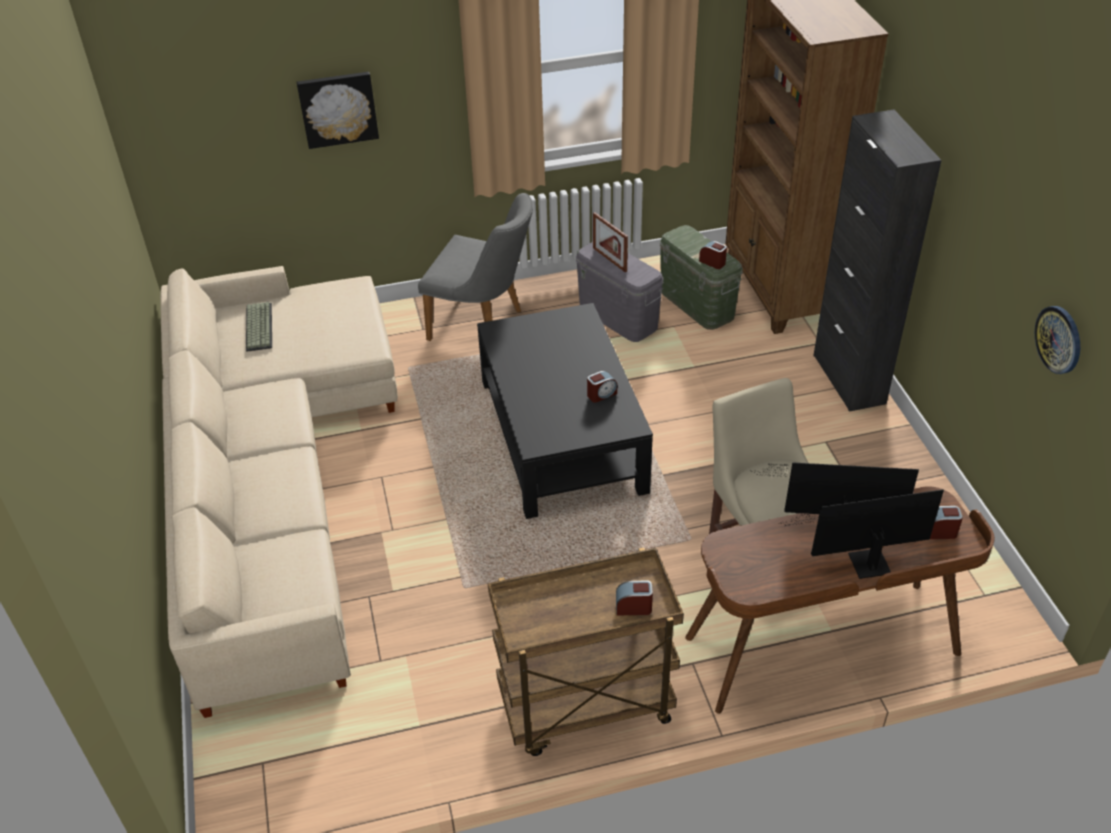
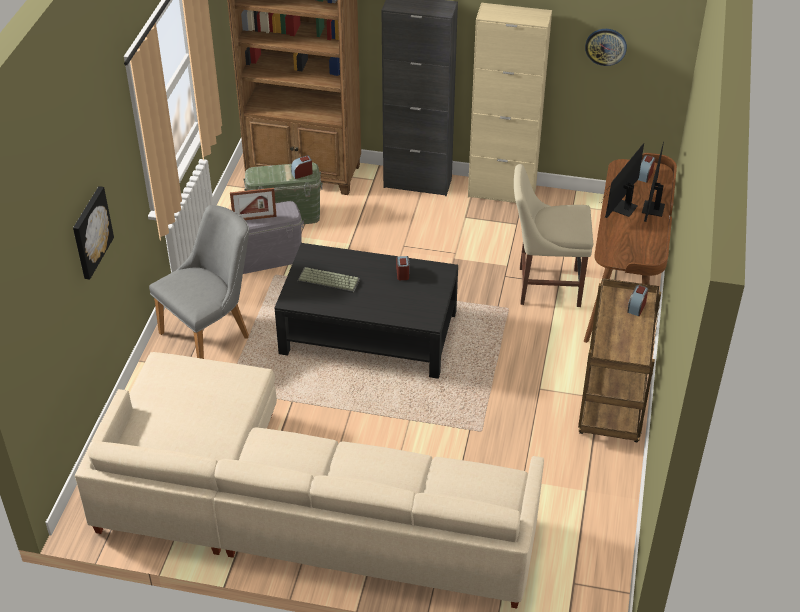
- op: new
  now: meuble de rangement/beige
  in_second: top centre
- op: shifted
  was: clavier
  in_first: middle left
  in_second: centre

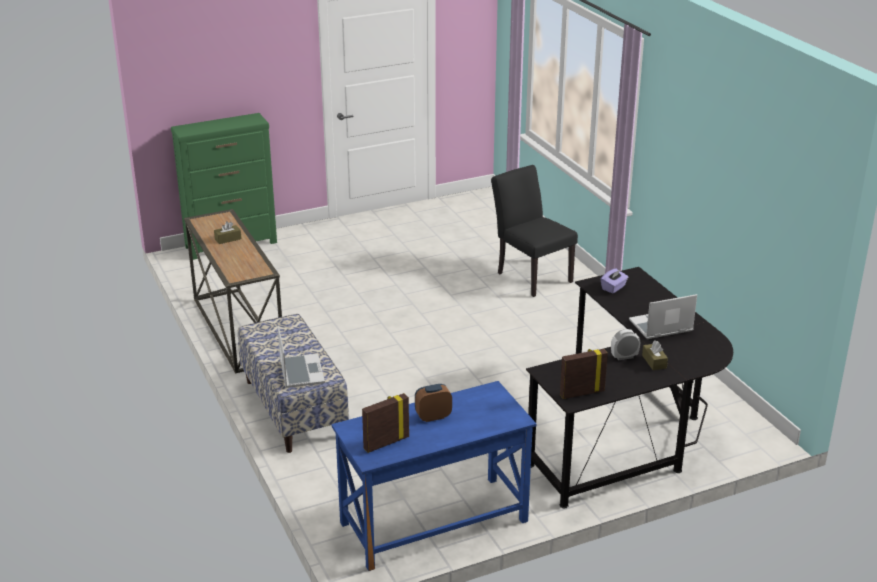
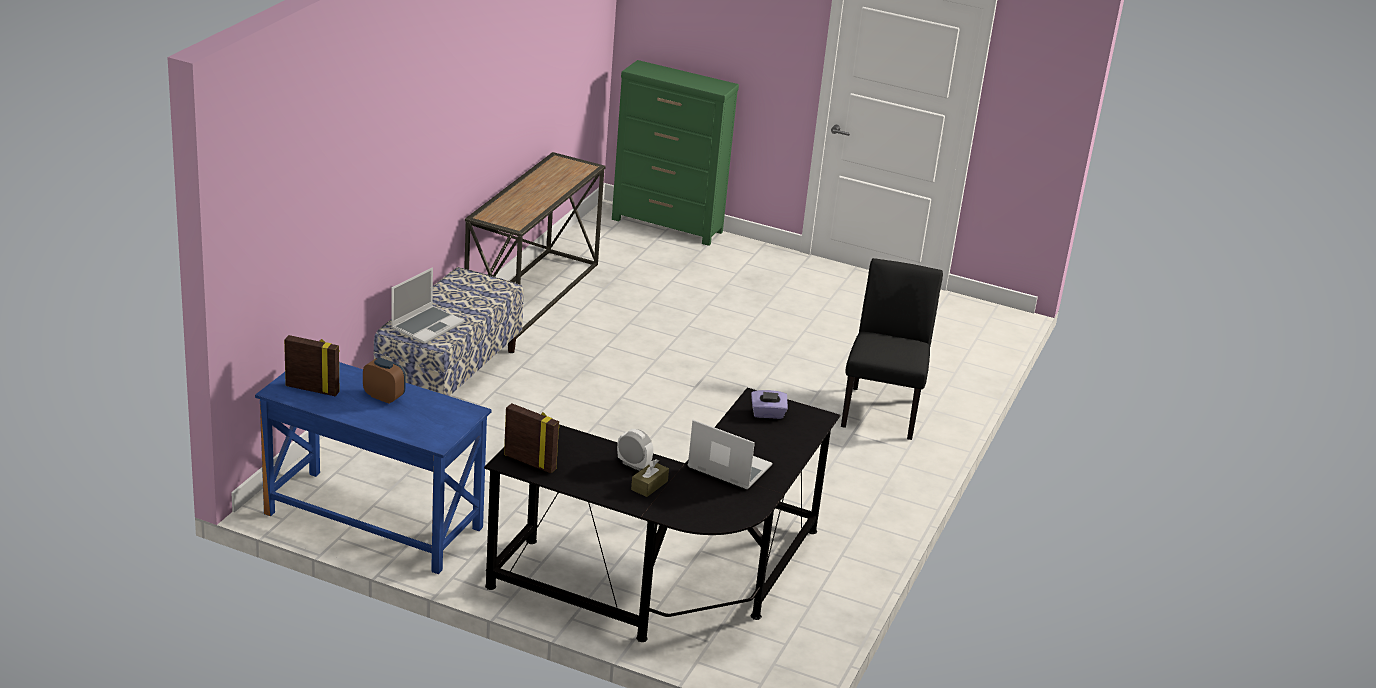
- op: gone
  was: boîte à mouchoirs/marron (no. 1 from left)
  in_first: middle left

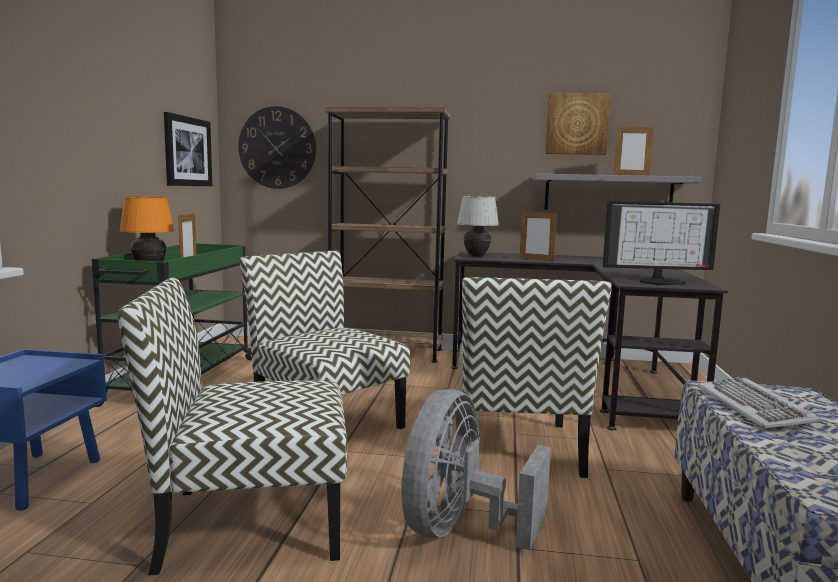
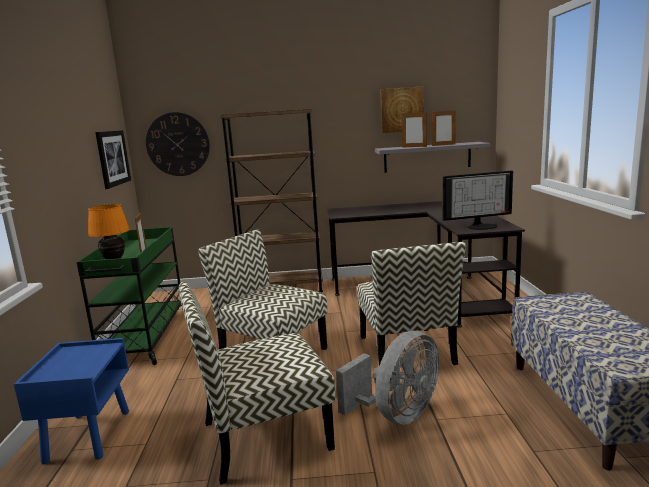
- op: gone
  was: lampe de table/blanc
  in_first: centre
- op: gone
  was: clavier
  in_first: bottom right
- op: shifted
  was: cadre photo (no. 2 from left)
  in_first: centre
  in_second: top centre
- op: rotated
  was: ventilateur/gris
  in_first: bottom centre
  in_second: bottom centre
  clockwise: -150

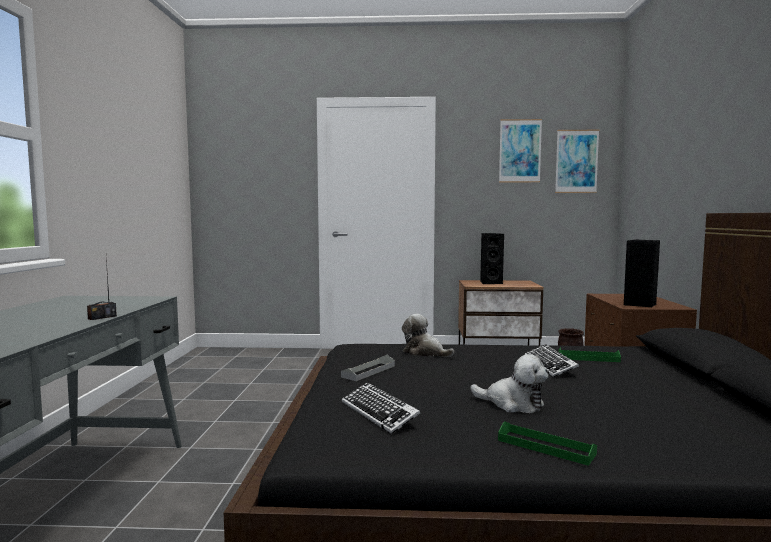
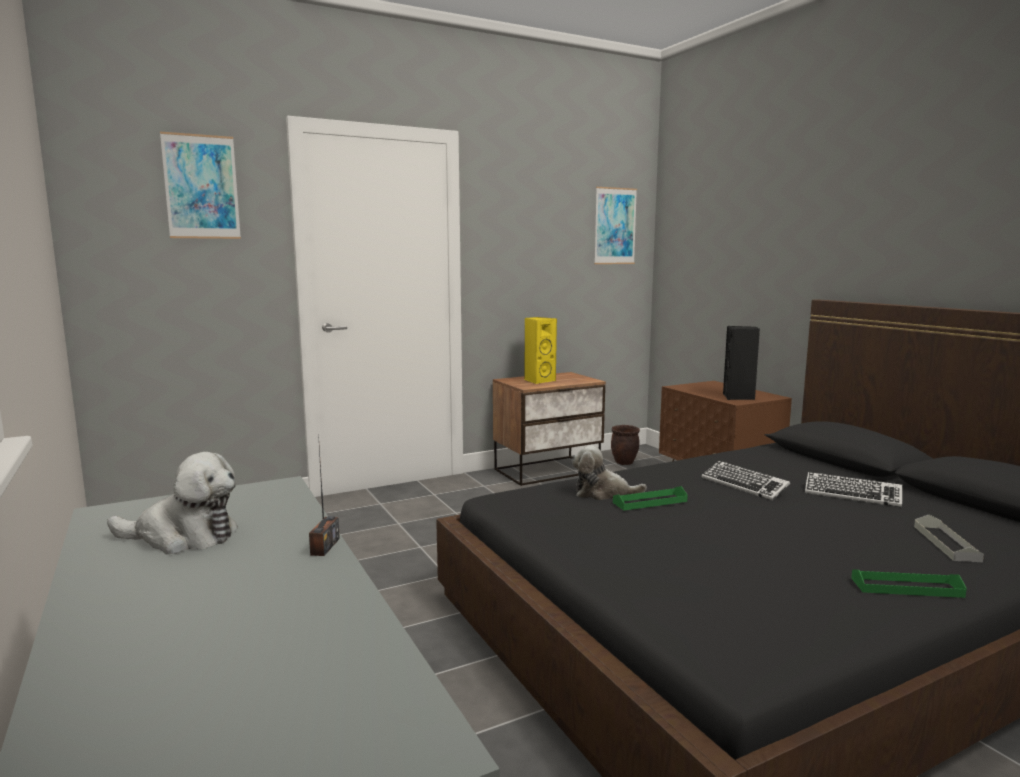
- op: shifted
  was: plateau/gris
  in_first: bottom centre
  in_second: bottom right
- op: shifted
  was: clavier (no. 1 from left in the first image)
  now: clavier (no. 2 from left)
  in_first: bottom centre
  in_second: middle right
- op: shifted
  was: peluche (no. 2 from left in the first image)
  now: peluche (no. 1 from left)
  in_first: bottom centre
  in_second: middle left
- op: shifted
  was: tableau (no. 1 from left)
  in_first: top right
  in_second: top left
- op: shifted
  was: plateau/vert (no. 2 from left in the first image)
  now: plateau/vert (no. 1 from left)
  in_first: middle right
  in_second: centre
- op: repainted
  was: enceinte/noir (no. 1 from left)
  now: enceinte/jaune
  in_first: centre
  in_second: centre

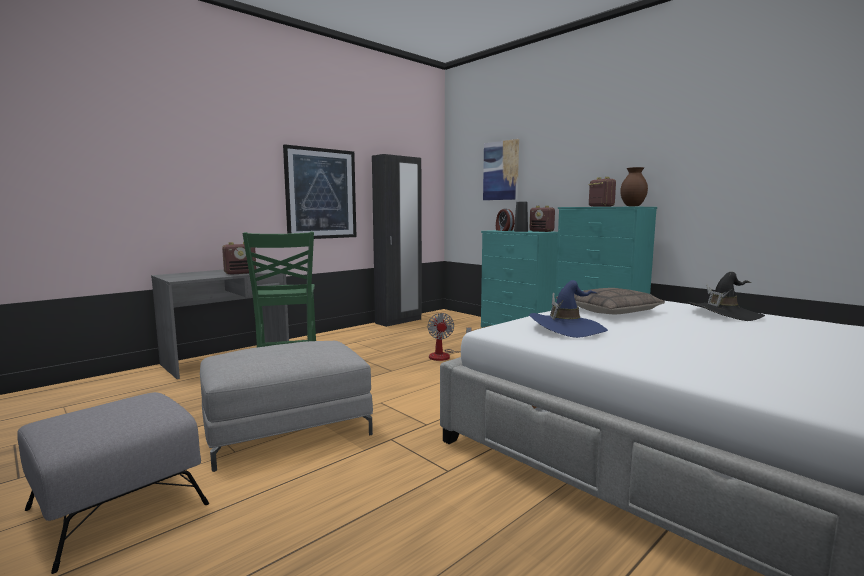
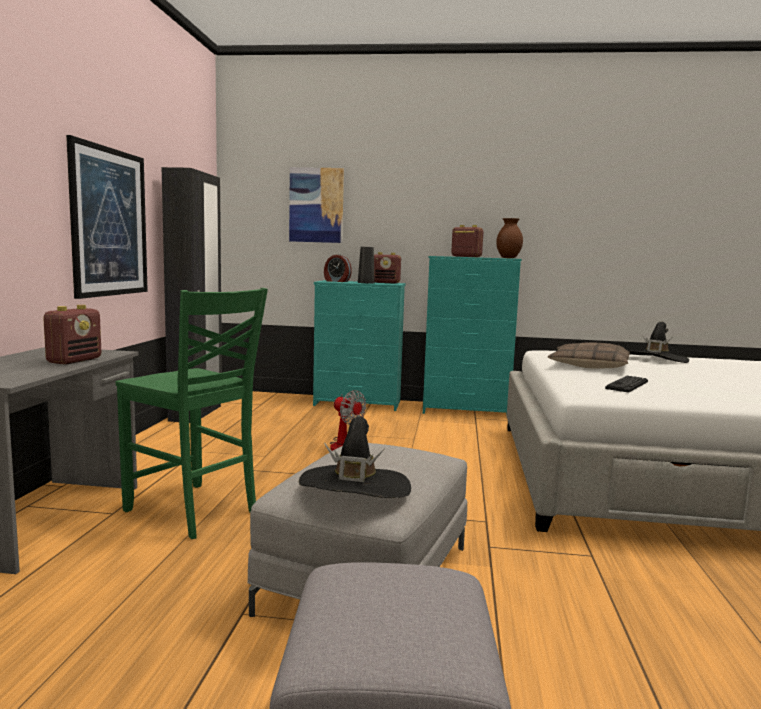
- op: new
  now: chapeau/noir (no. 1 from left)
  in_second: centre
- op: swapped
  was: chapeau/bleu
  now: clavier
  in_first: centre
  in_second: middle right

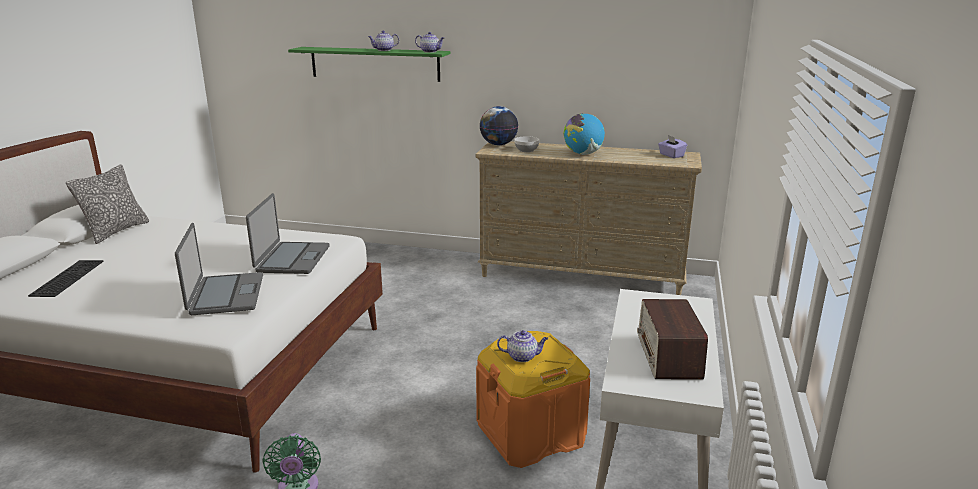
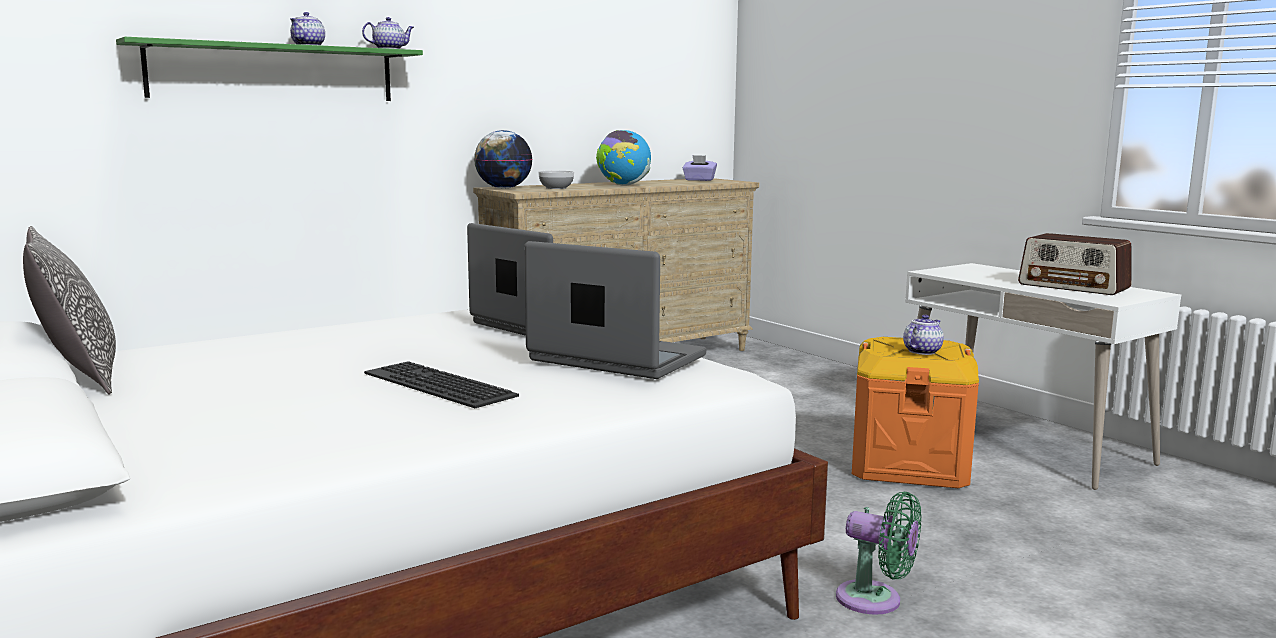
- op: shifted
  was: clavier
  in_first: middle left
  in_second: centre

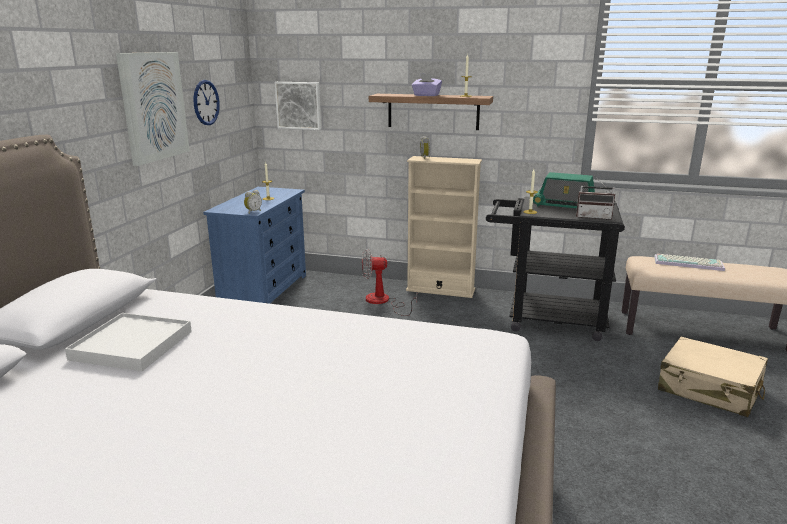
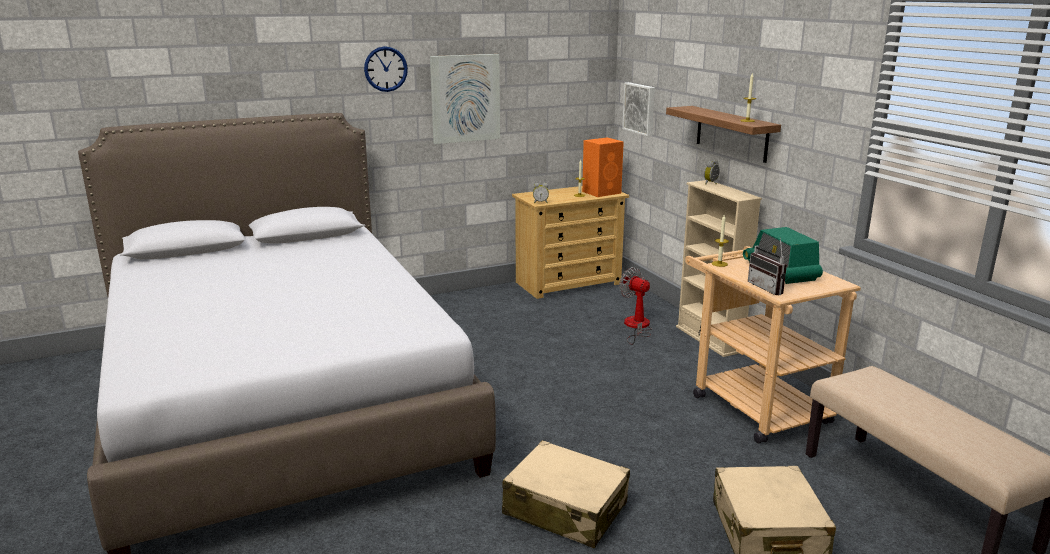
- op: gone
  was: plateau/blanc
  in_first: middle left
- op: gone
  was: boîte à mouchoirs/violet
  in_first: top centre
- op: gone
  was: clavier
  in_first: middle right
- op: new
  now: valise/beige (no. 1 from left)
  in_second: bottom centre
- op: new
  now: enceinte/orange
  in_second: top centre
- op: shifted
  was: horloge murale
  in_first: top left
  in_second: top centre
- op: repainted
  was: commode/bleu
  now: commode/beige
  in_first: middle left
  in_second: centre
- op: repainted
  was: chariot/noir
  now: chariot/beige
  in_first: middle right
  in_second: middle right

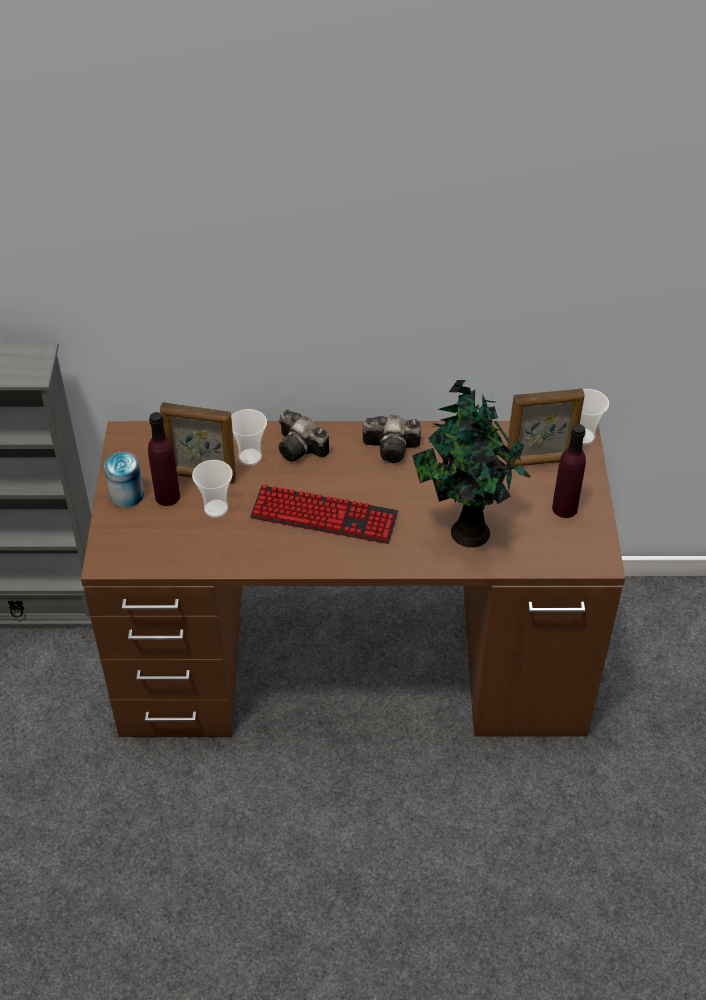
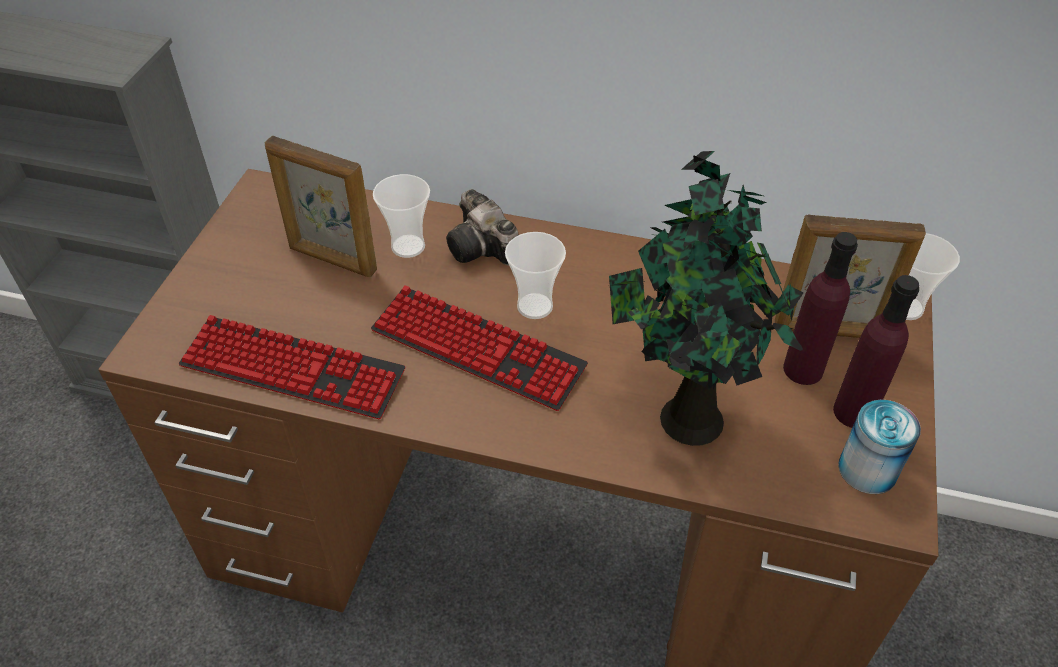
- op: gone
  was: appareil photo (no. 2 from left)
  in_first: centre
- op: new
  now: clavier (no. 1 from left)
  in_second: middle left
- op: shifted
  was: boîte métallique
  in_first: middle left
  in_second: bottom right
- op: shifted
  was: bouteille/violet (no. 1 from left)
  in_first: middle left
  in_second: middle right
- op: shifted
  was: tasse (no. 1 from left in the first image)
  now: tasse (no. 2 from left)
  in_first: middle left
  in_second: centre

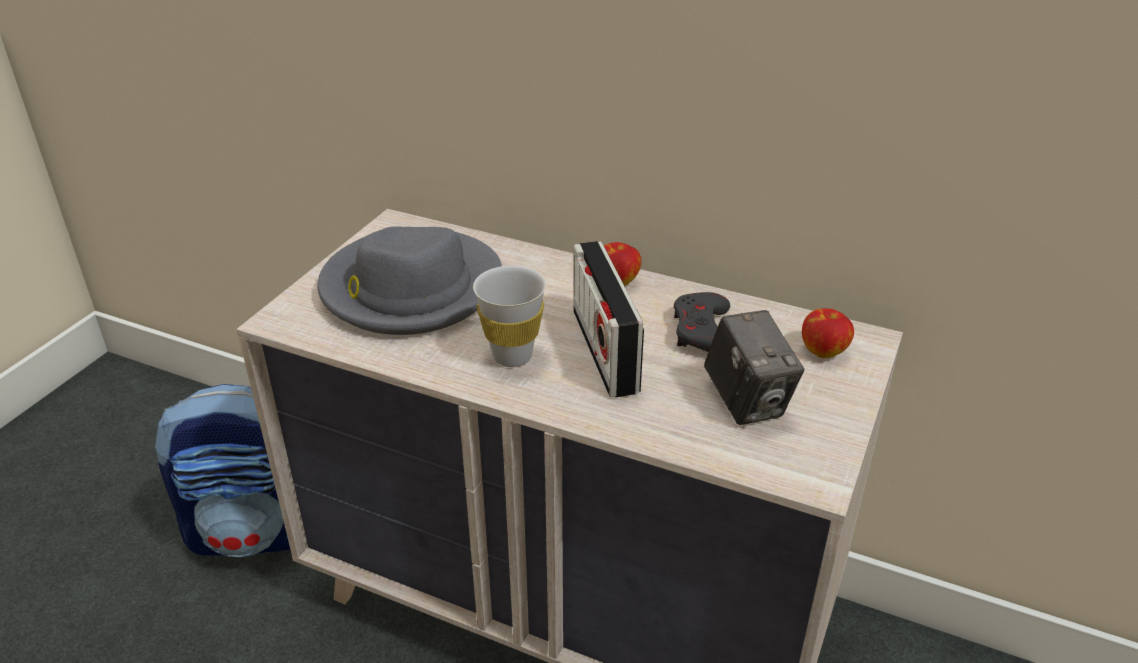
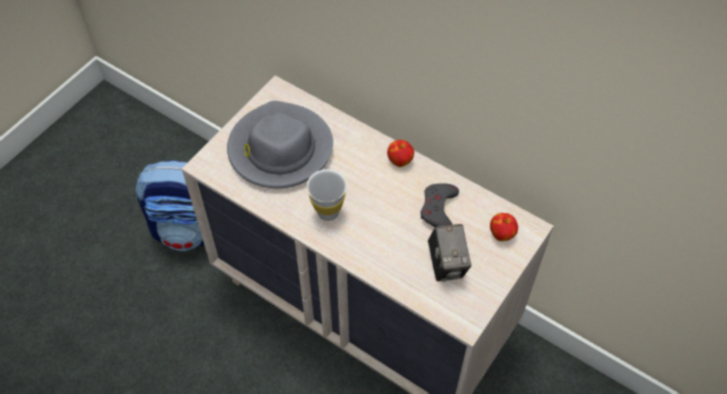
- op: gone
  was: radio
  in_first: centre

